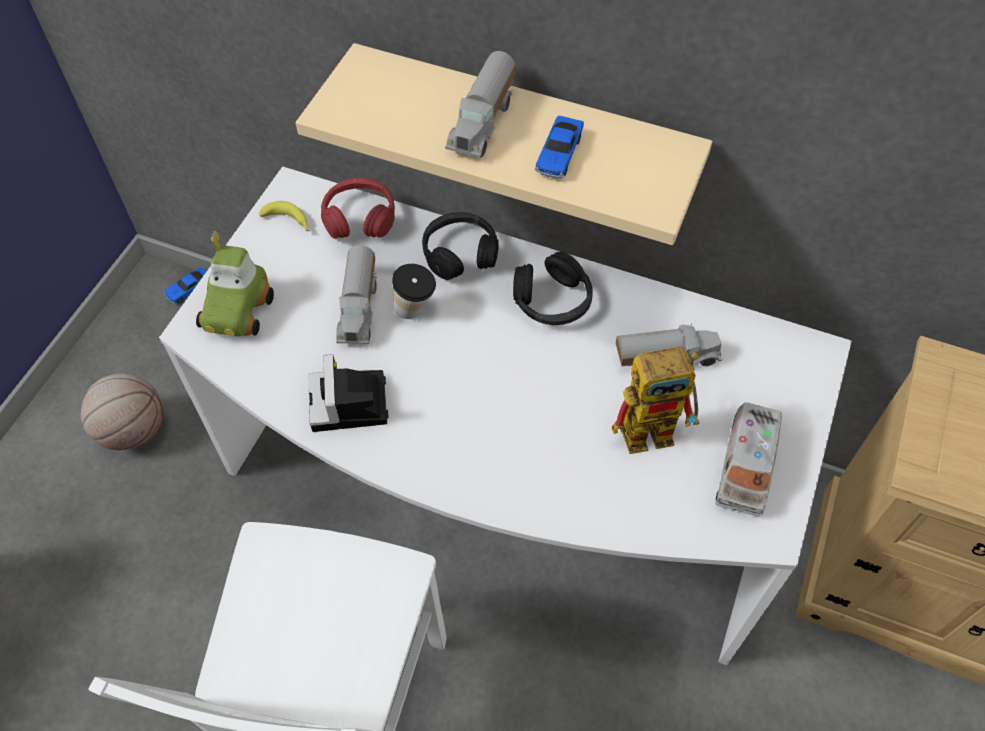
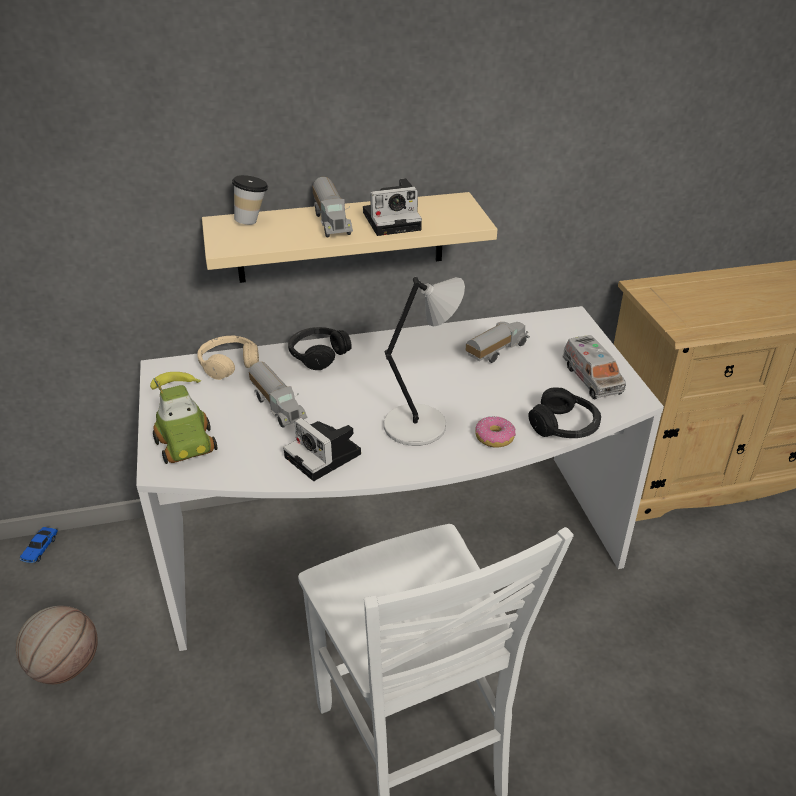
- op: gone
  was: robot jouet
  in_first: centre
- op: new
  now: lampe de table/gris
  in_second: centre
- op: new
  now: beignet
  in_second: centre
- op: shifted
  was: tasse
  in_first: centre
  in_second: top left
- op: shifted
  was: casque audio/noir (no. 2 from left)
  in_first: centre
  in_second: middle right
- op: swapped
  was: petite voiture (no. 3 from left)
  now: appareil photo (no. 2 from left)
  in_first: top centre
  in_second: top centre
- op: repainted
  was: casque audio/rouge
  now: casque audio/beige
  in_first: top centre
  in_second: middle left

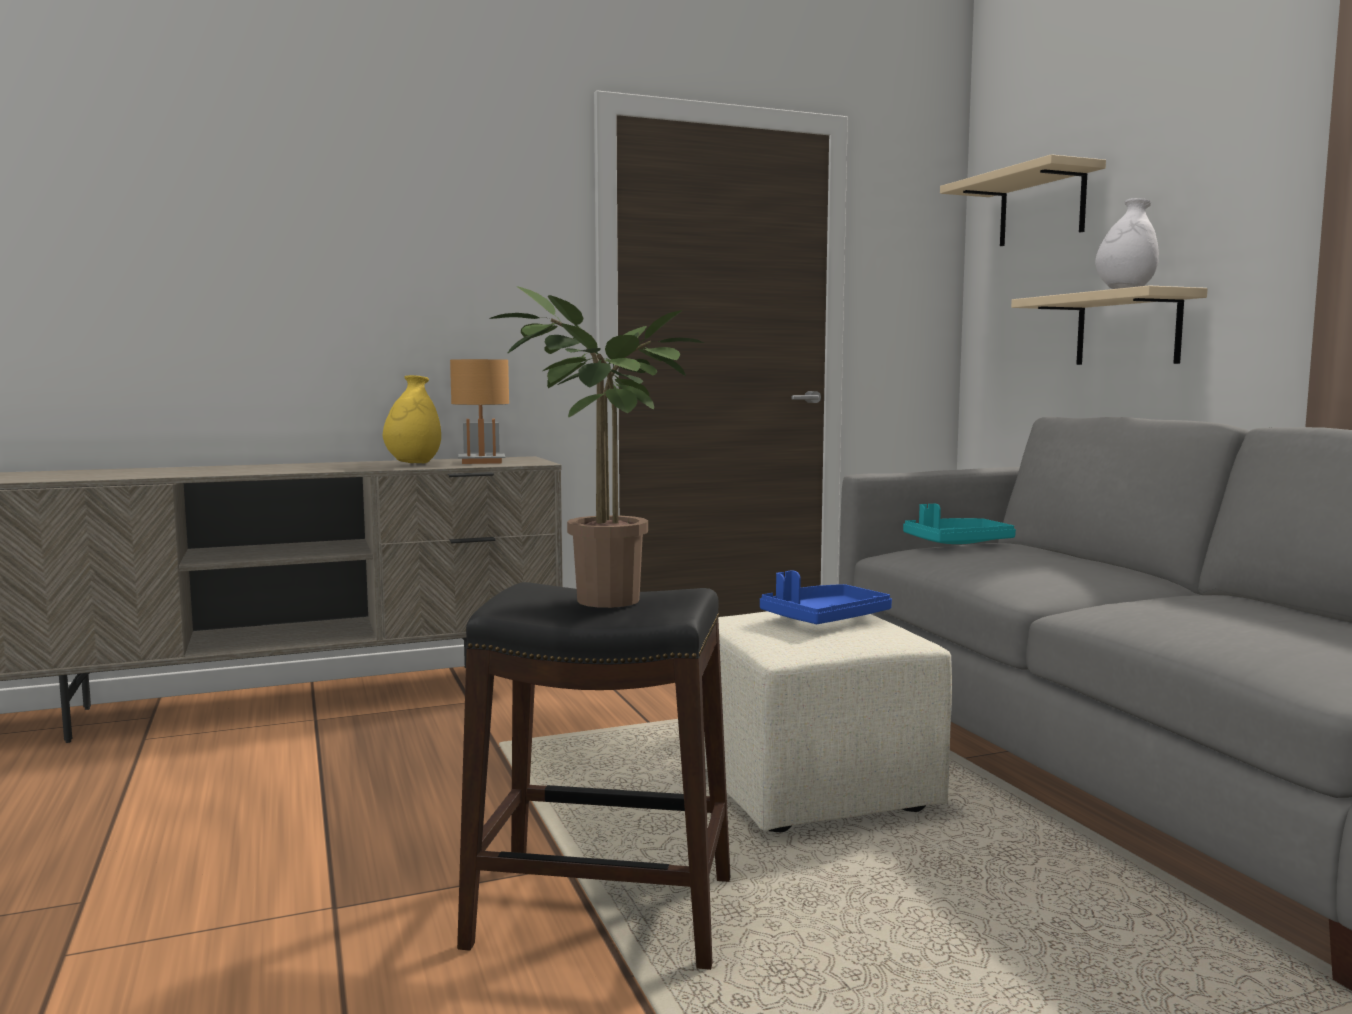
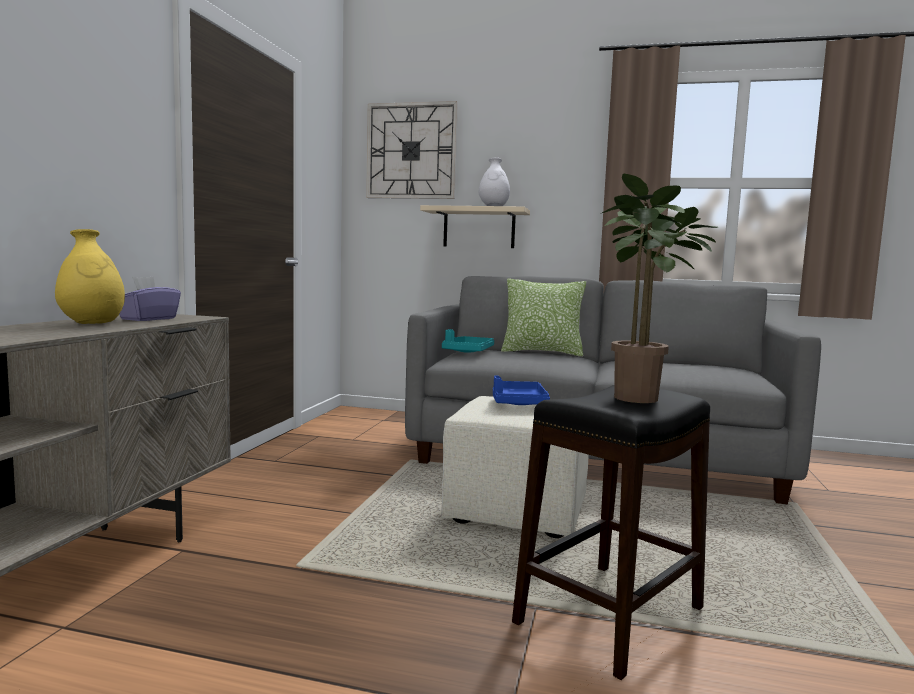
- op: new
  now: coussin
  in_second: centre
- op: swapped
  was: lampe de table/marron
  now: boîte à mouchoirs/violet
  in_first: centre
  in_second: middle left
- op: swapped
  was: étagère/beige (no. 1 from left)
  now: horloge murale
  in_first: top right
  in_second: top centre

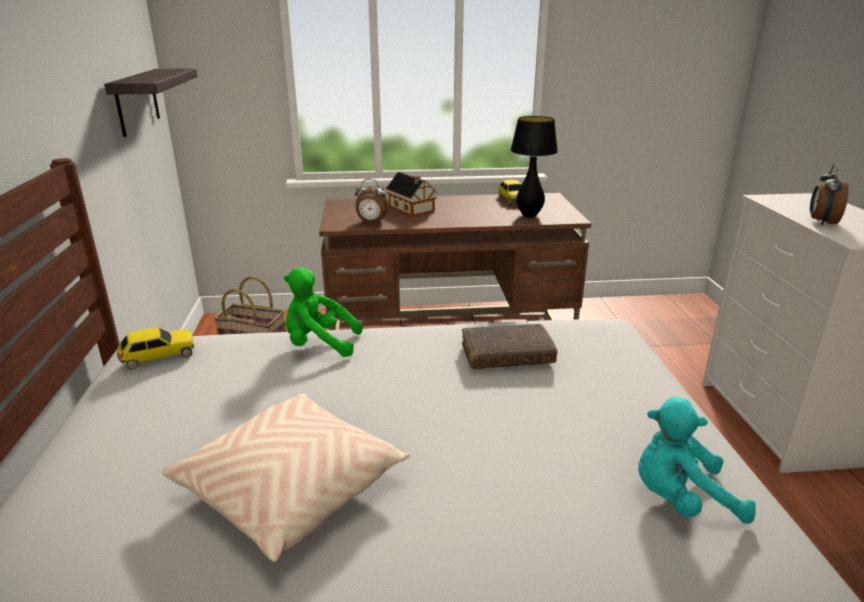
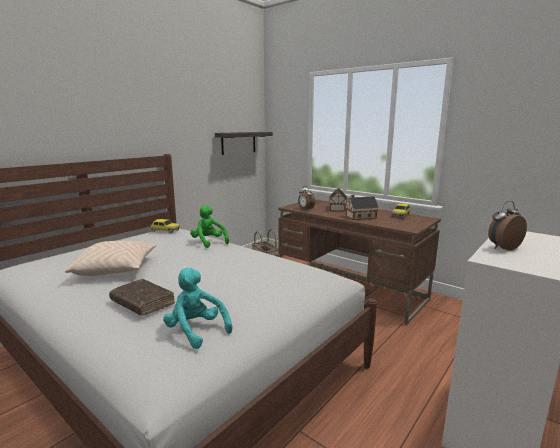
- op: gone
  was: lampe de table/noir
  in_first: top centre
- op: new
  now: maison miniature (no. 2 from left)
  in_second: centre
- op: shifted
  was: livre/marron
  in_first: centre
  in_second: middle left

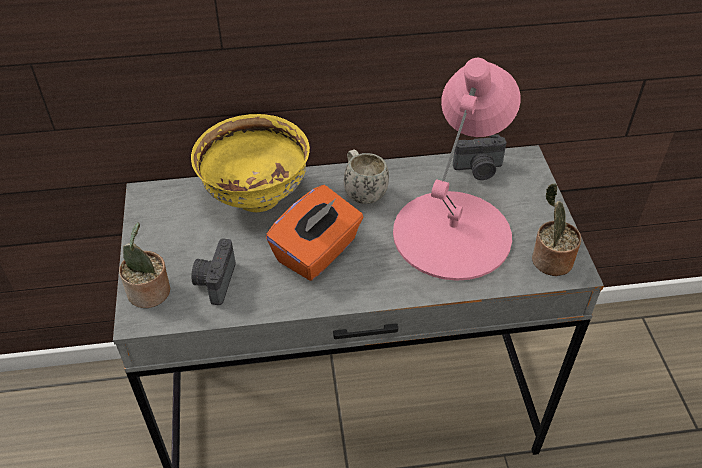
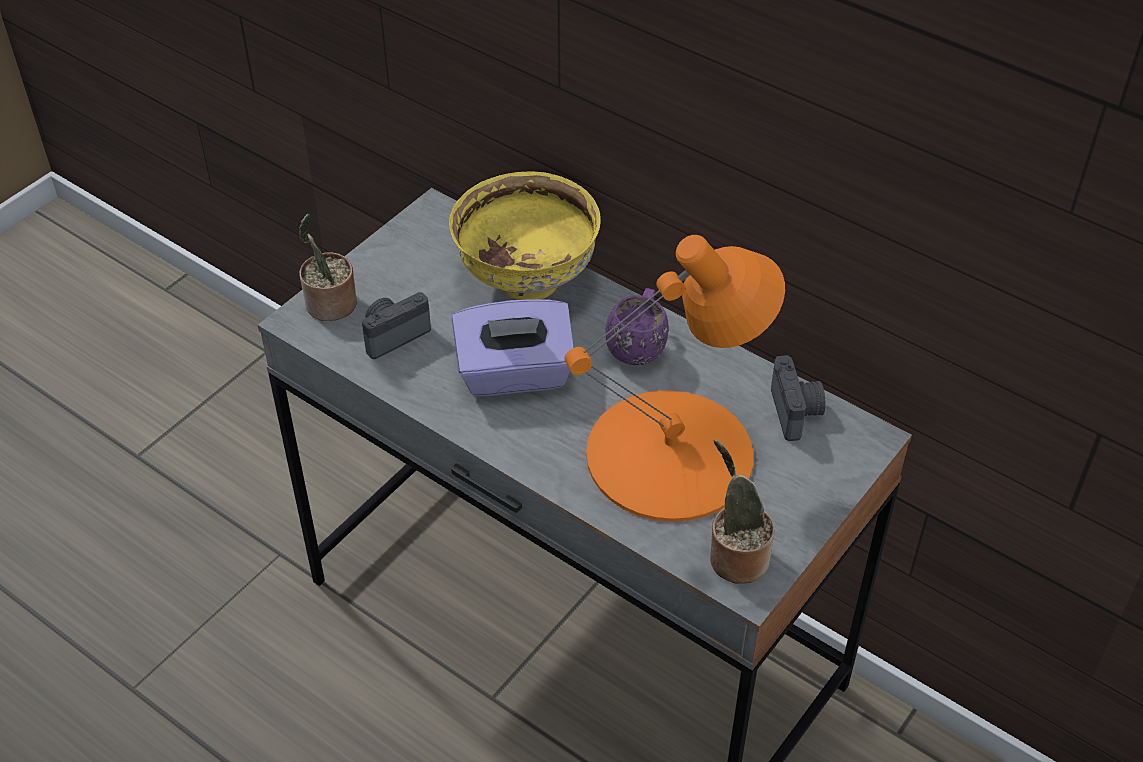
- op: repainted
  was: boîte à mouchoirs/orange
  now: boîte à mouchoirs/violet
  in_first: centre
  in_second: centre
- op: repainted
  was: mug/blanc
  now: mug/violet
  in_first: centre
  in_second: centre
- op: repainted
  was: lampe de table/rose
  now: lampe de table/orange
  in_first: centre
  in_second: centre
- op: rotated
  was: appareil photo (no. 2 from left)
  in_first: middle right
  in_second: middle right
  clockwise: -135

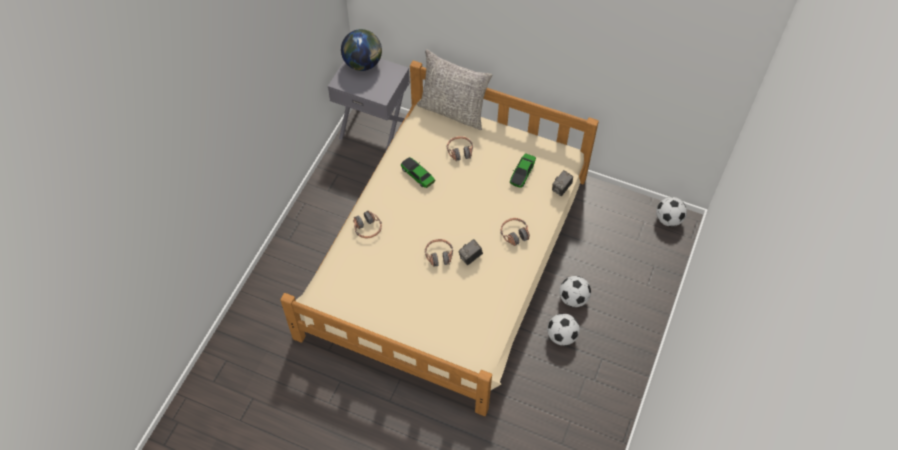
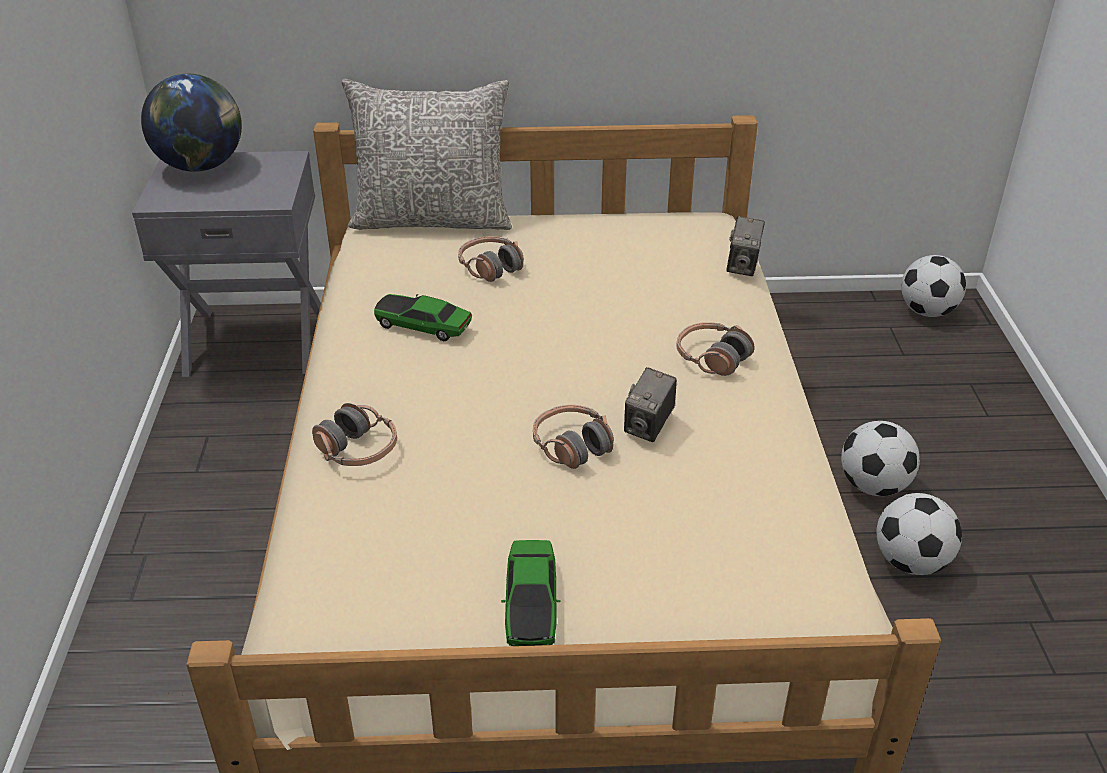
- op: shifted
  was: petite voiture (no. 2 from left)
  in_first: centre
  in_second: bottom centre

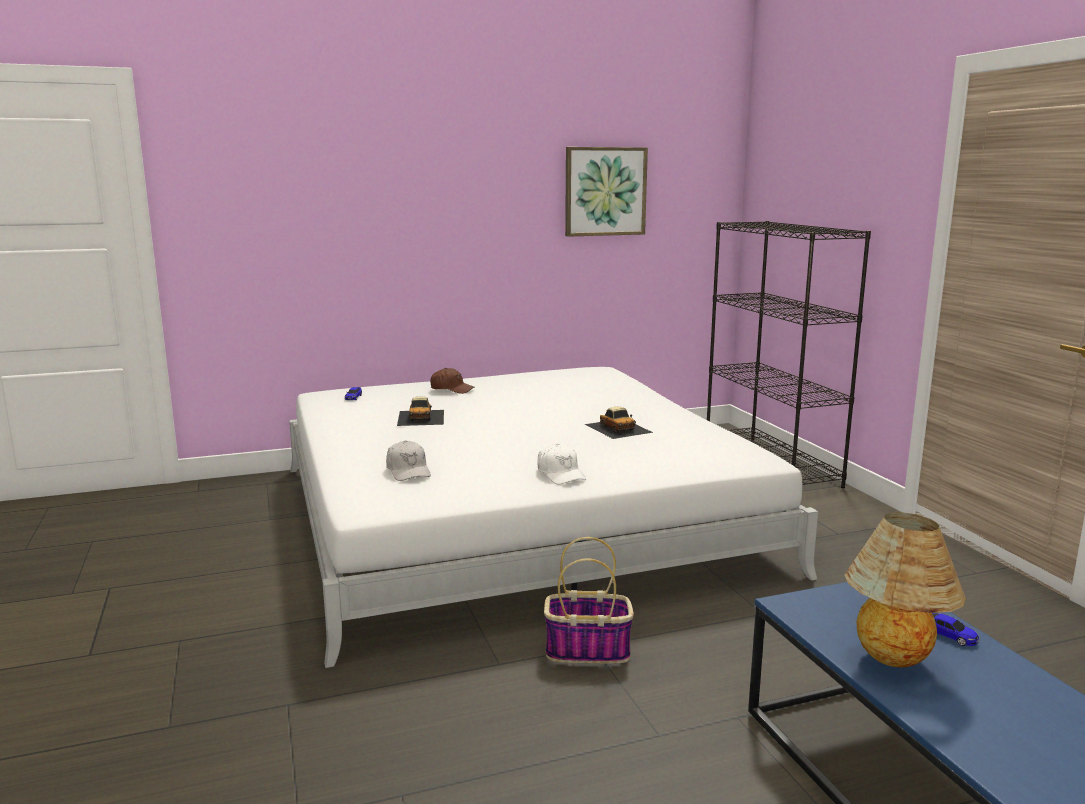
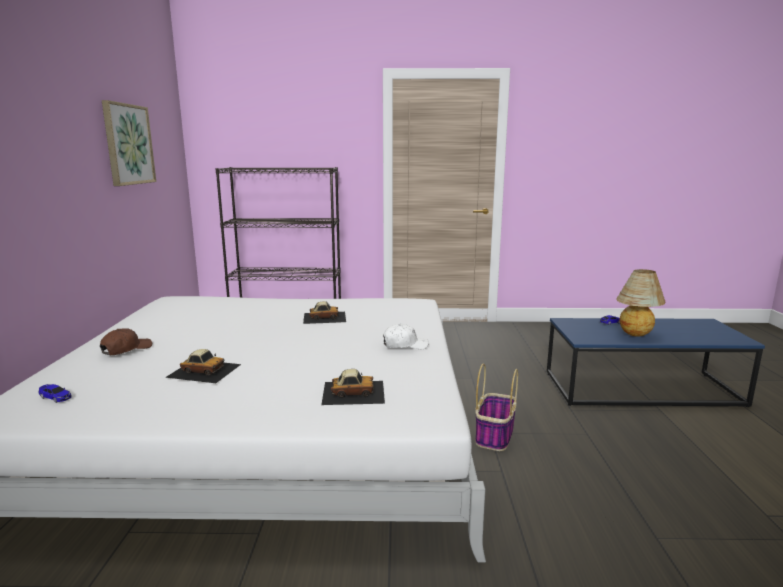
- op: swapped
  was: casquette/blanc (no. 1 from left)
  now: petite voiture (no. 4 from left)
  in_first: centre
  in_second: centre

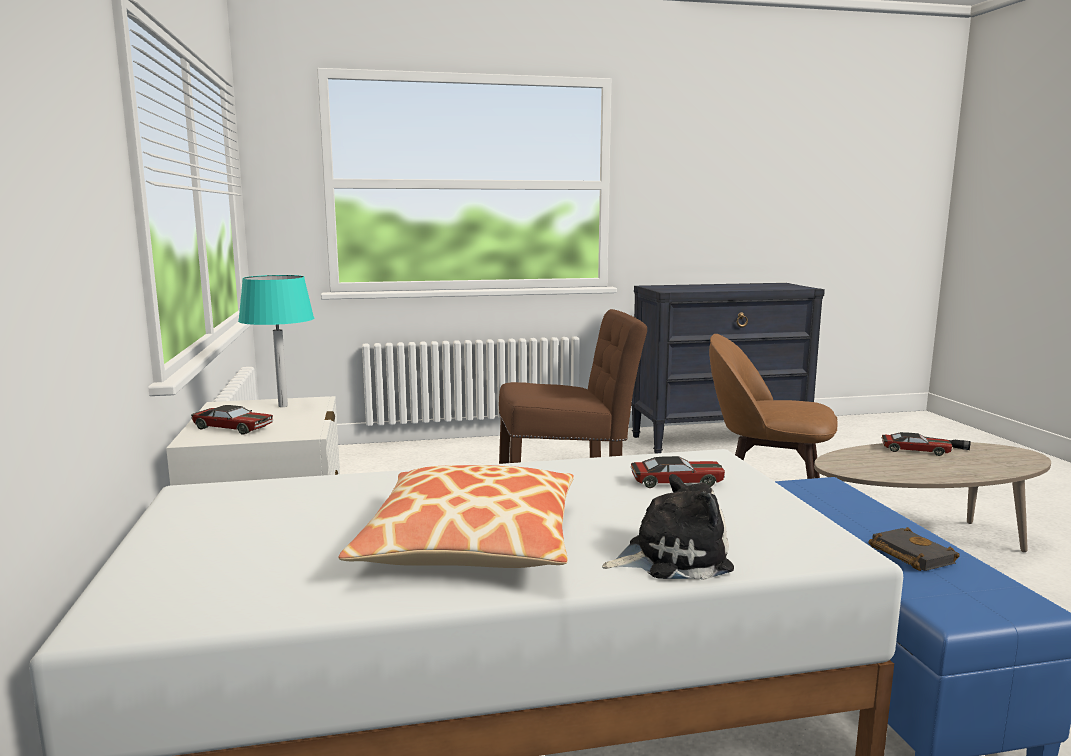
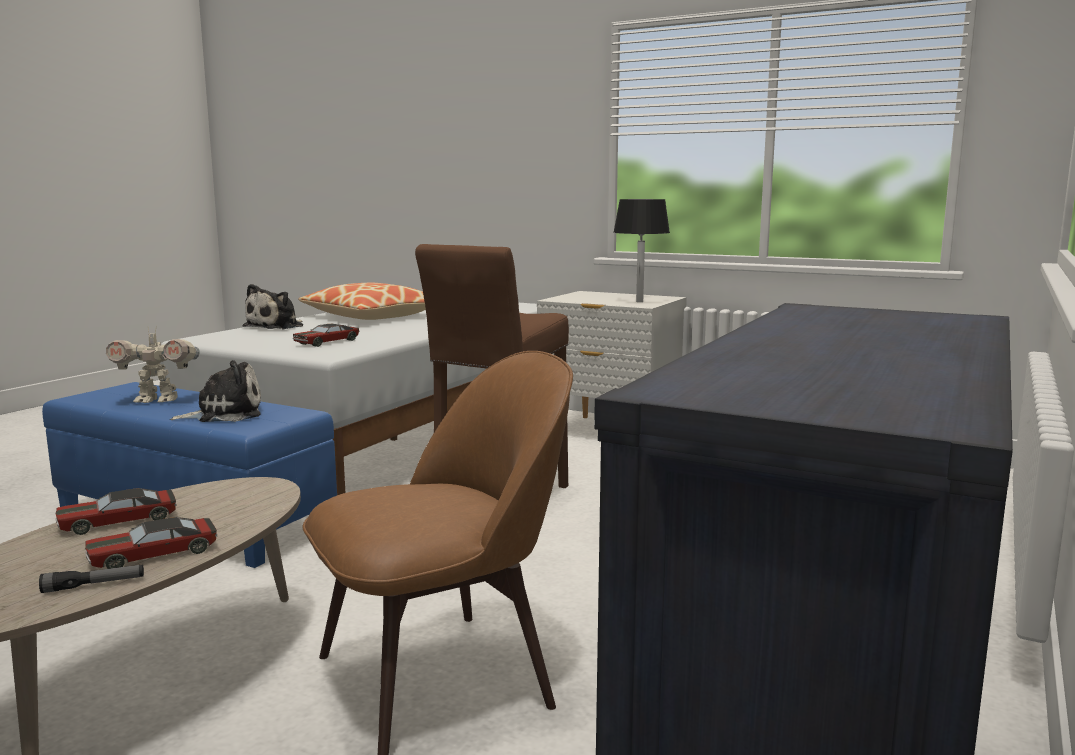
- op: new
  now: peluche (no. 1 from left)
  in_second: middle left
- op: shifted
  was: petite voiture (no. 1 from left)
  in_first: middle left
  in_second: bottom left
- op: swapped
  was: livre/noir
  now: robot jouet
  in_first: bottom right
  in_second: middle left
- op: repainted
  was: lampe de table/turquoise
  now: lampe de table/noir
  in_first: middle left
  in_second: top centre

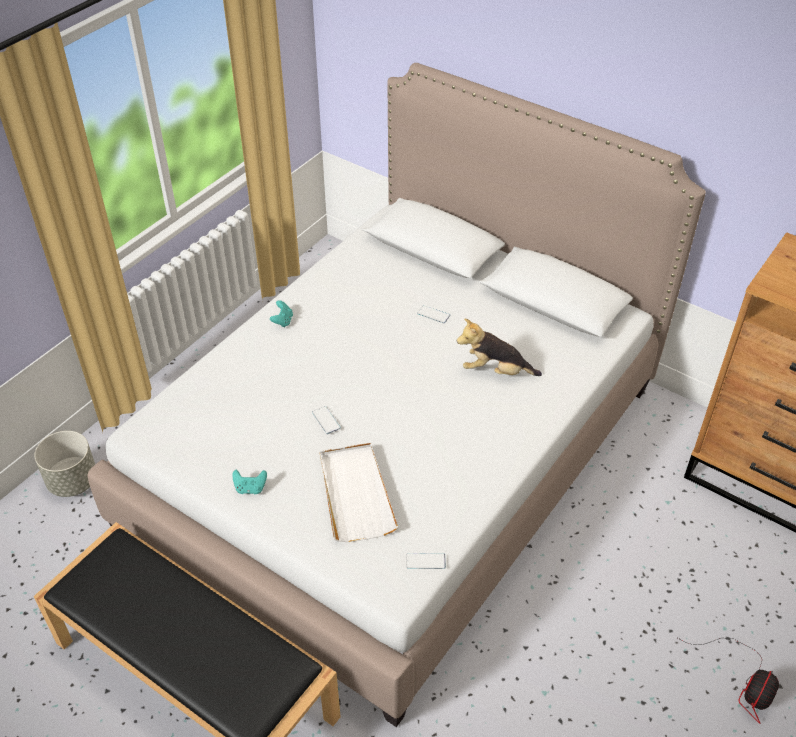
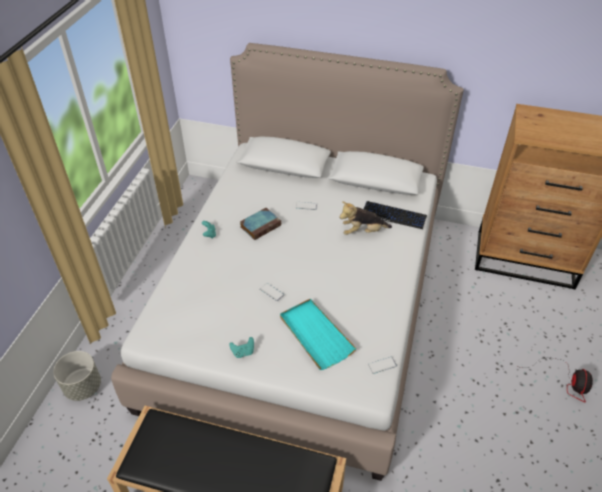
- op: new
  now: livre
  in_second: centre
- op: new
  now: clavier
  in_second: centre
- op: repainted
  was: plateau/blanc
  now: plateau/turquoise
  in_first: bottom centre
  in_second: bottom centre

